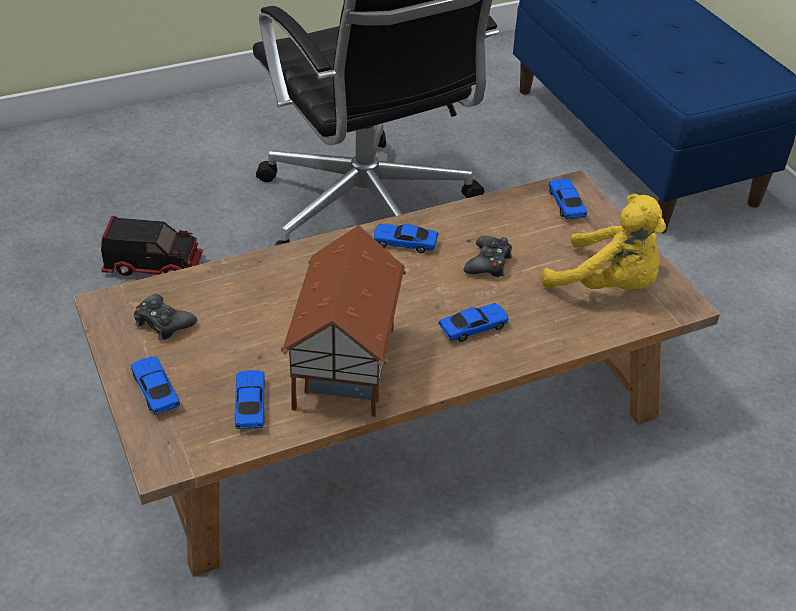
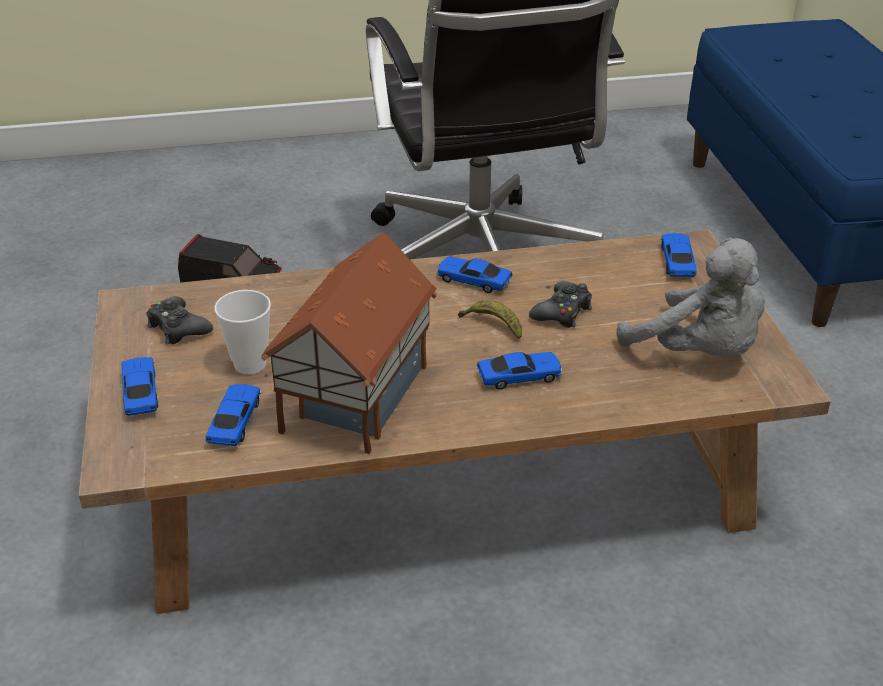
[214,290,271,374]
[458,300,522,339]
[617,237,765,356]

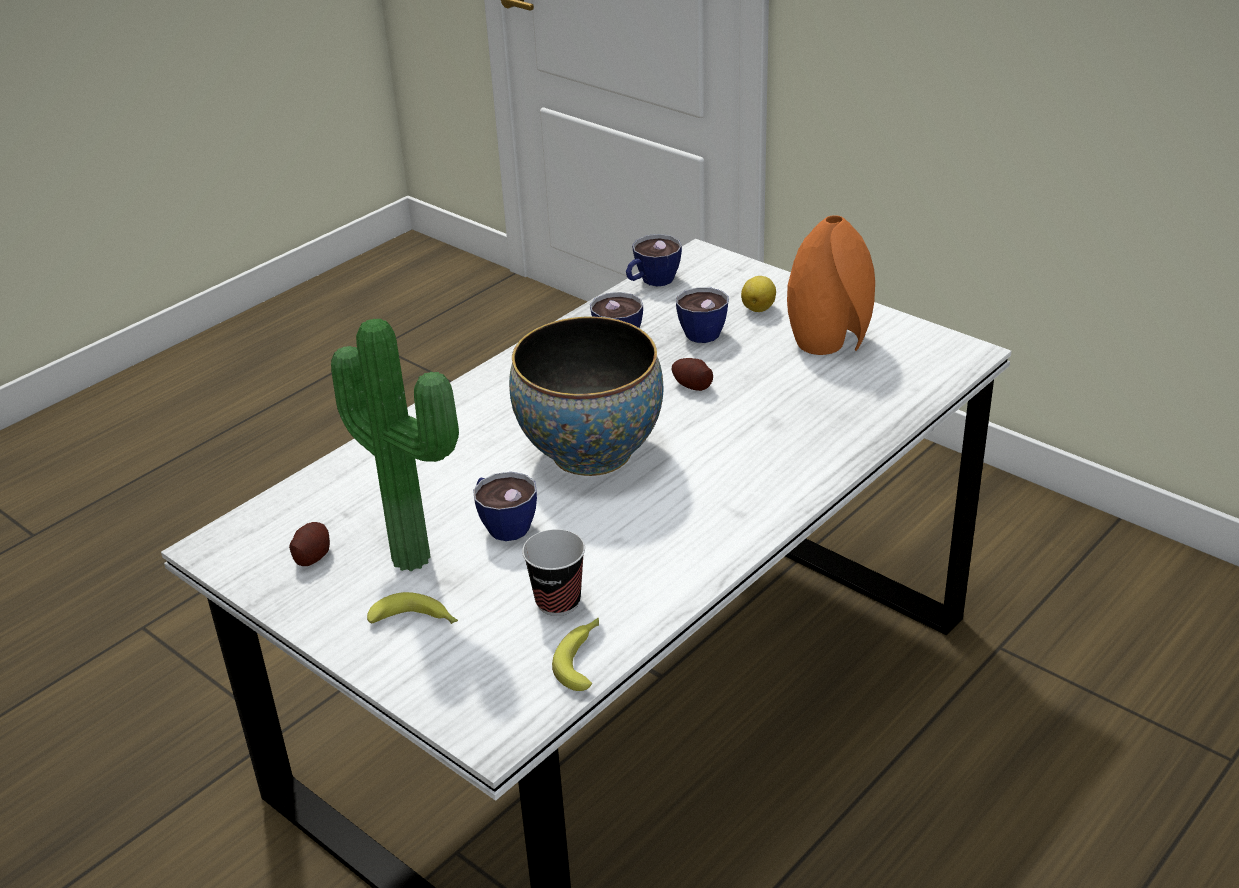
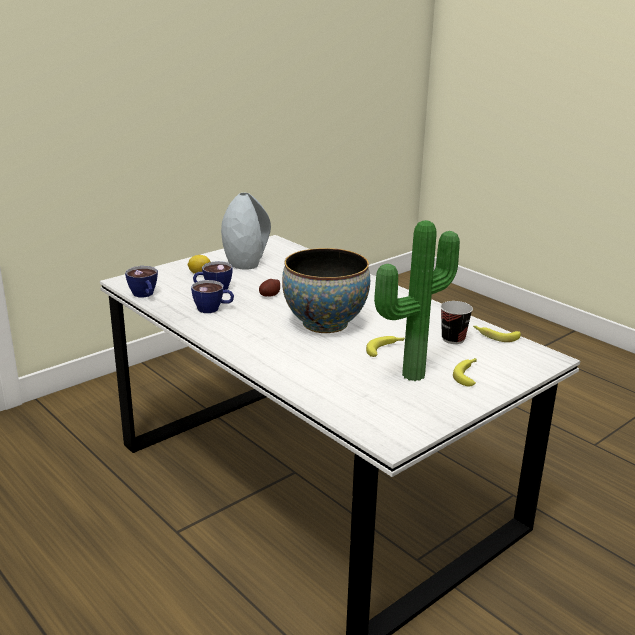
[289,522,330,566] (first image)
[366,336,405,357]
[221,193,271,270]

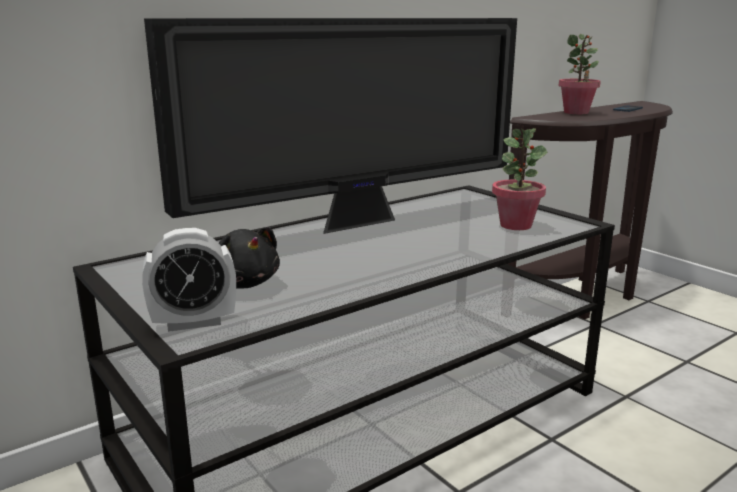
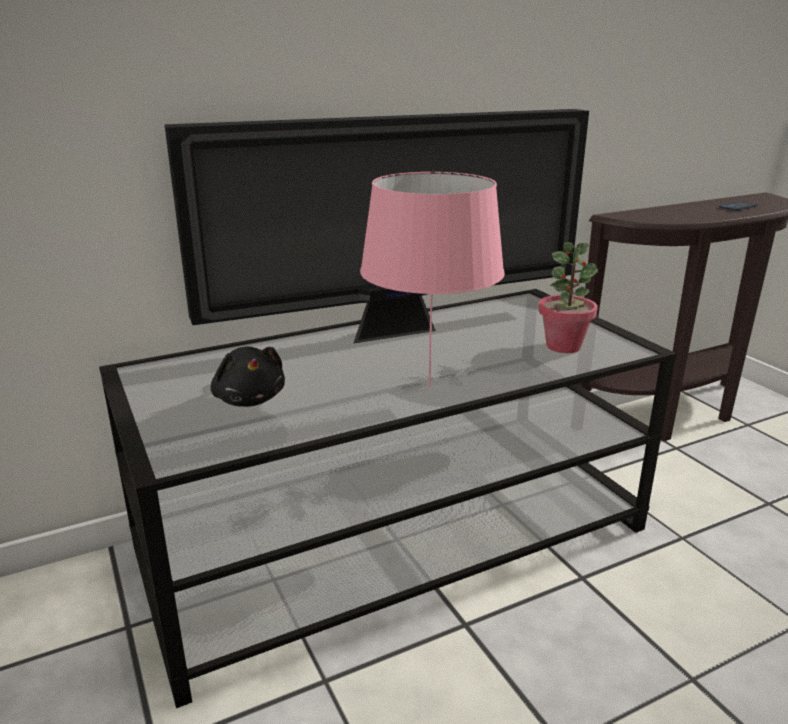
[142,228,236,332] (first image)
[559,34,601,114] (first image)
[360,172,505,388]

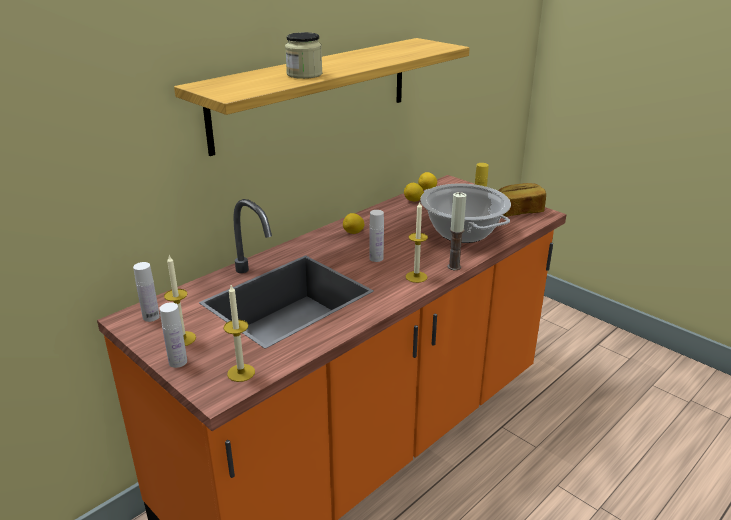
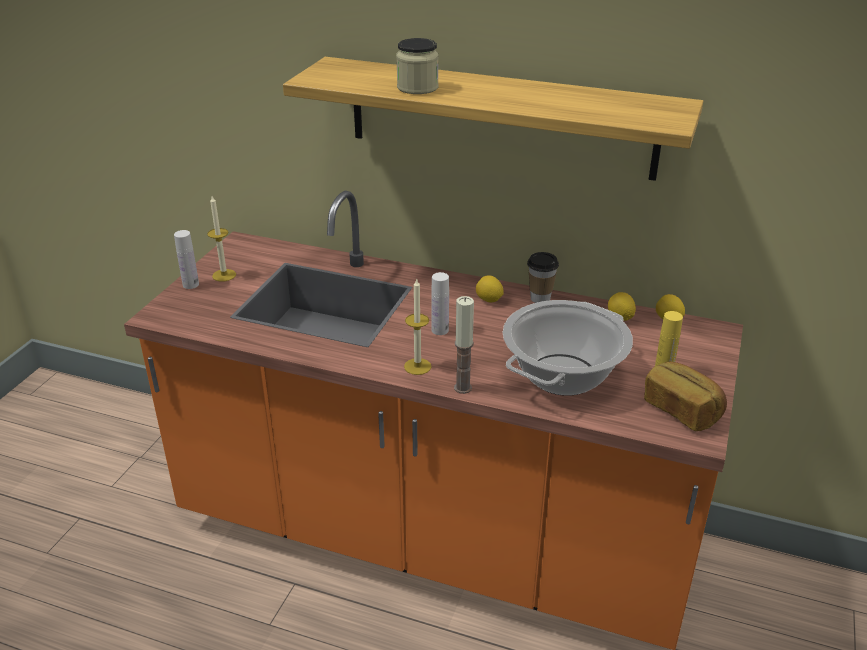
[133,262,160,322] (first image)
[224,285,255,382] (first image)
[527,252,559,303]

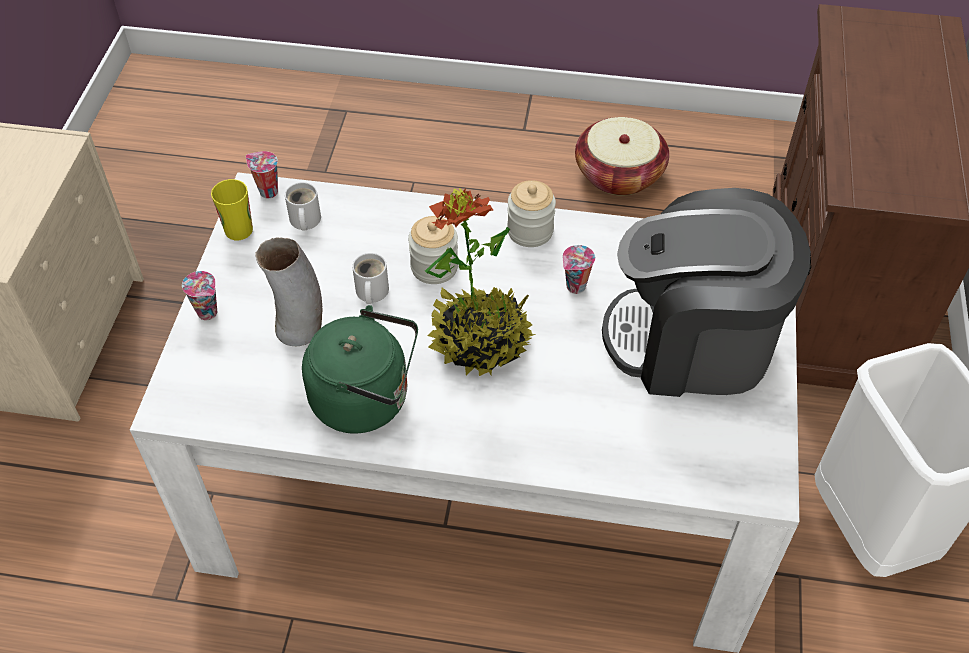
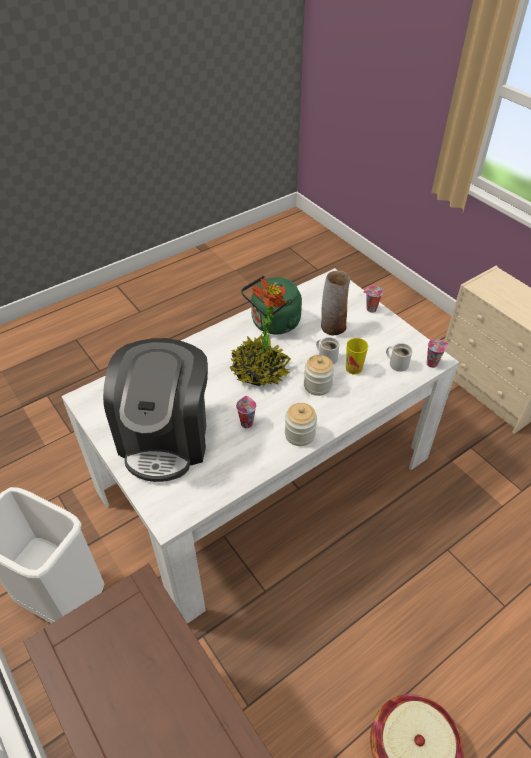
[346,338,368,375]
[103,338,208,482]

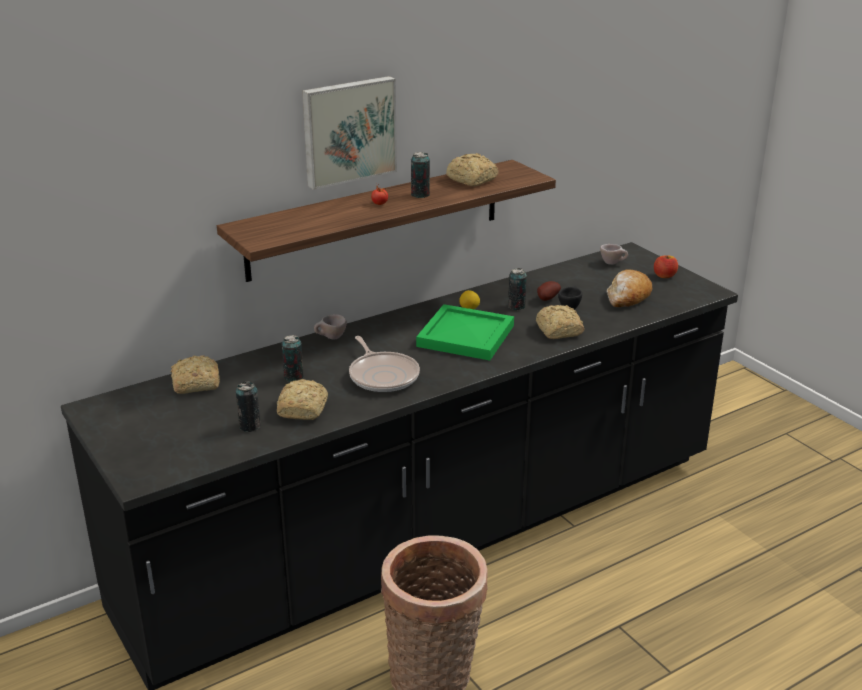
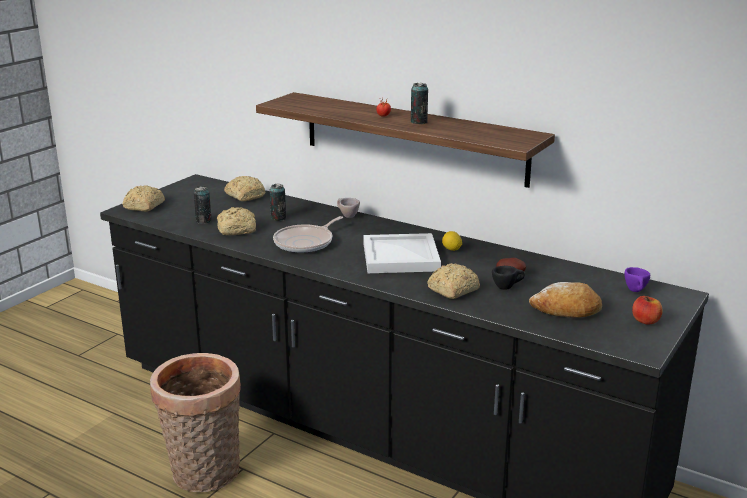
[302,76,397,190] (first image)
[508,268,527,310] (first image)
[123,185,165,212]
[363,233,441,273]
[625,267,650,292]

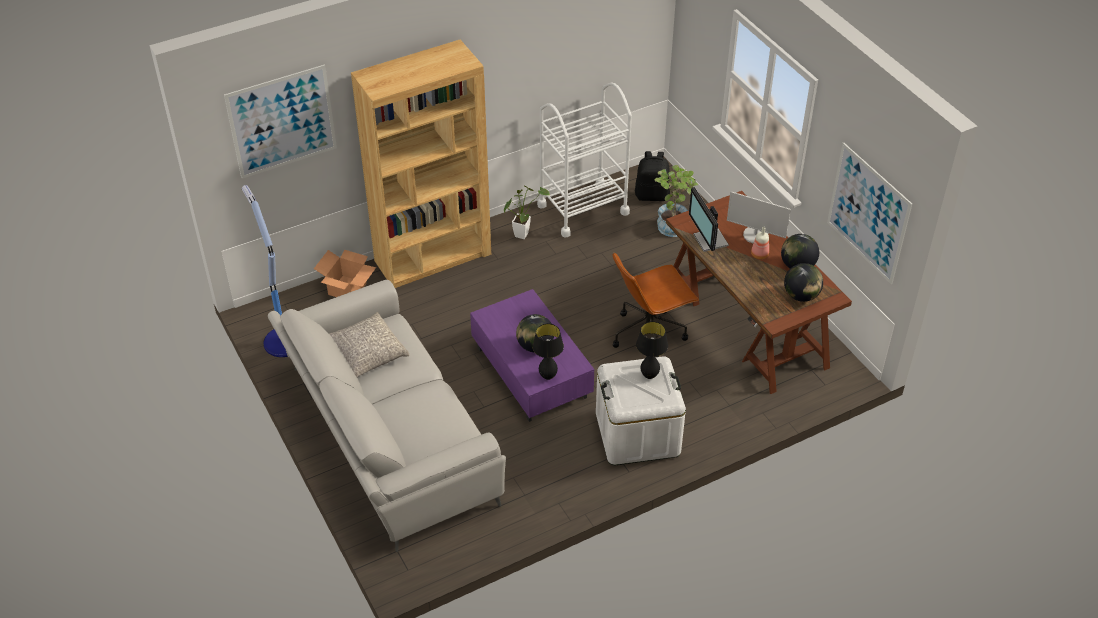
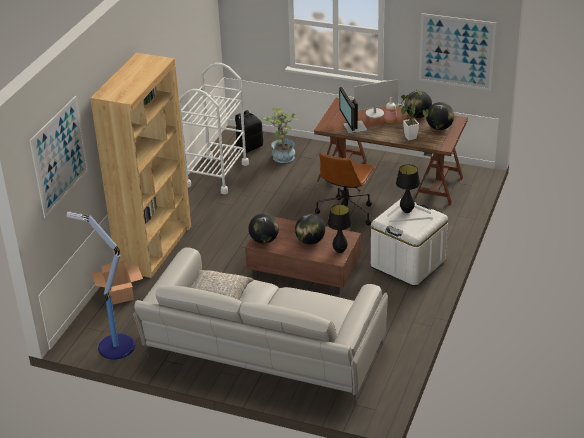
[249,213,279,244]
[398,90,429,140]
[245,217,361,295]
[339,87,368,135]

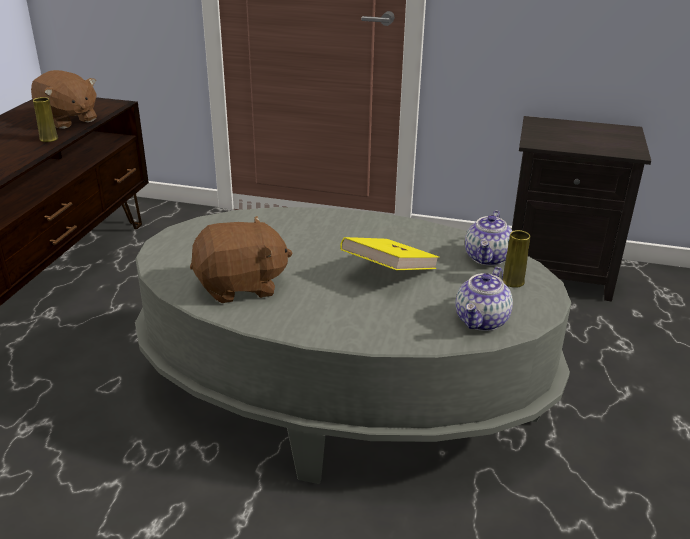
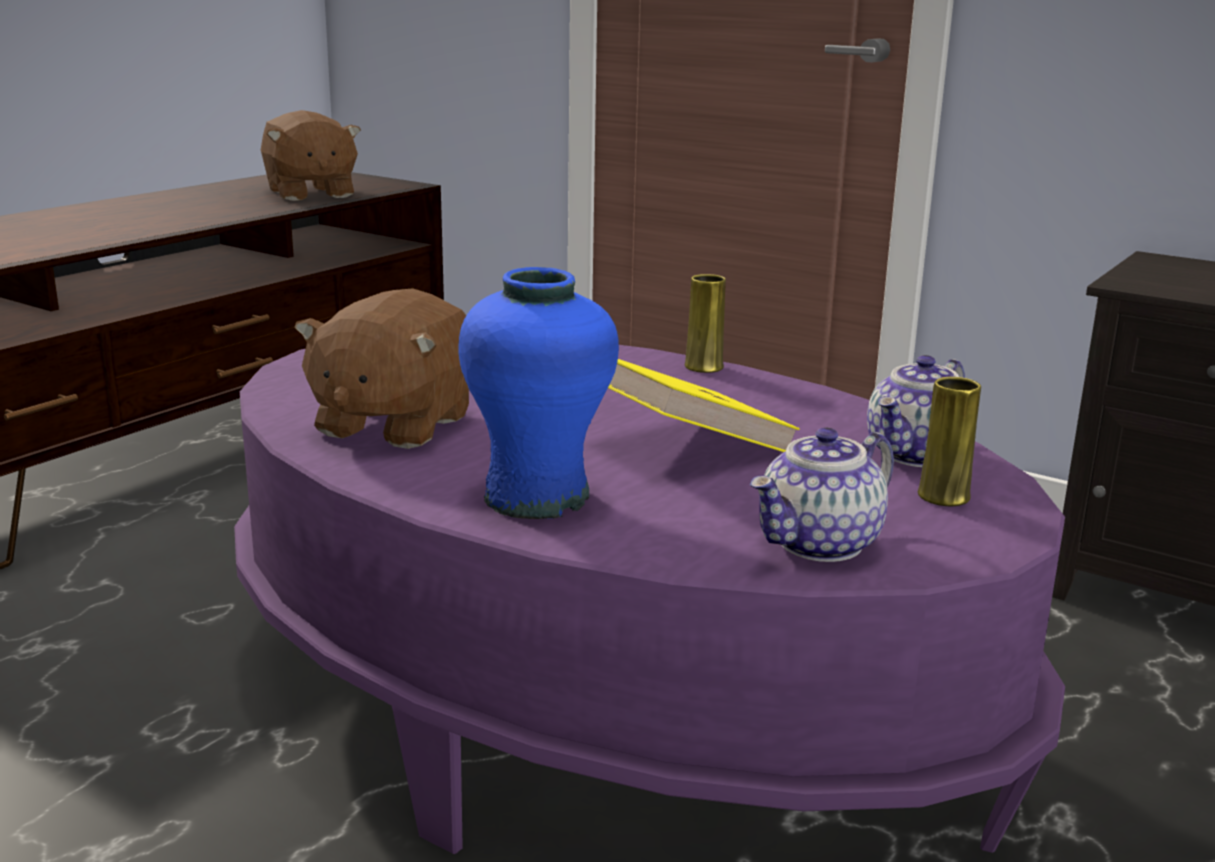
[458,267,619,519]
[685,274,726,373]
[234,345,1065,854]
[294,288,469,449]

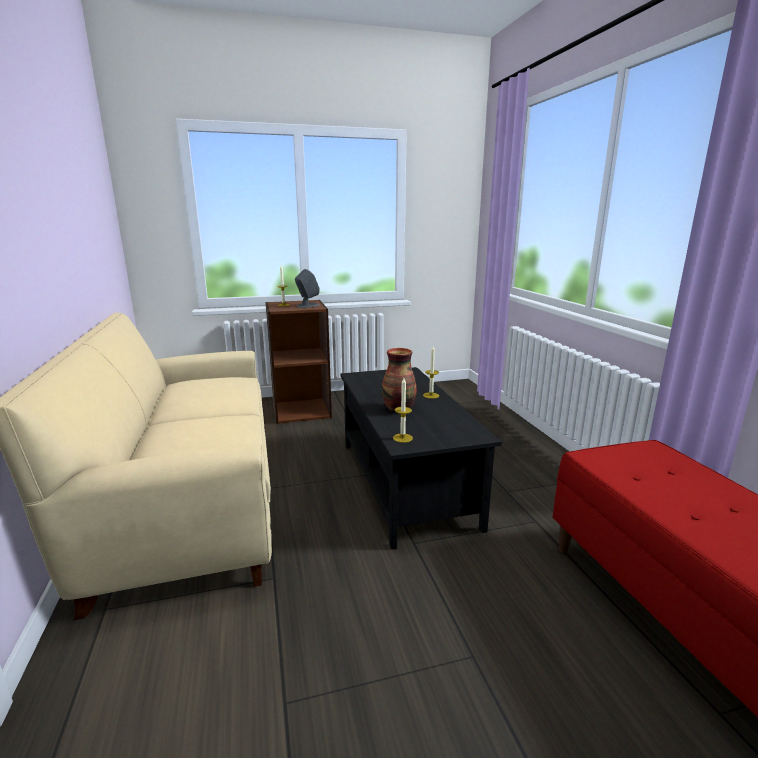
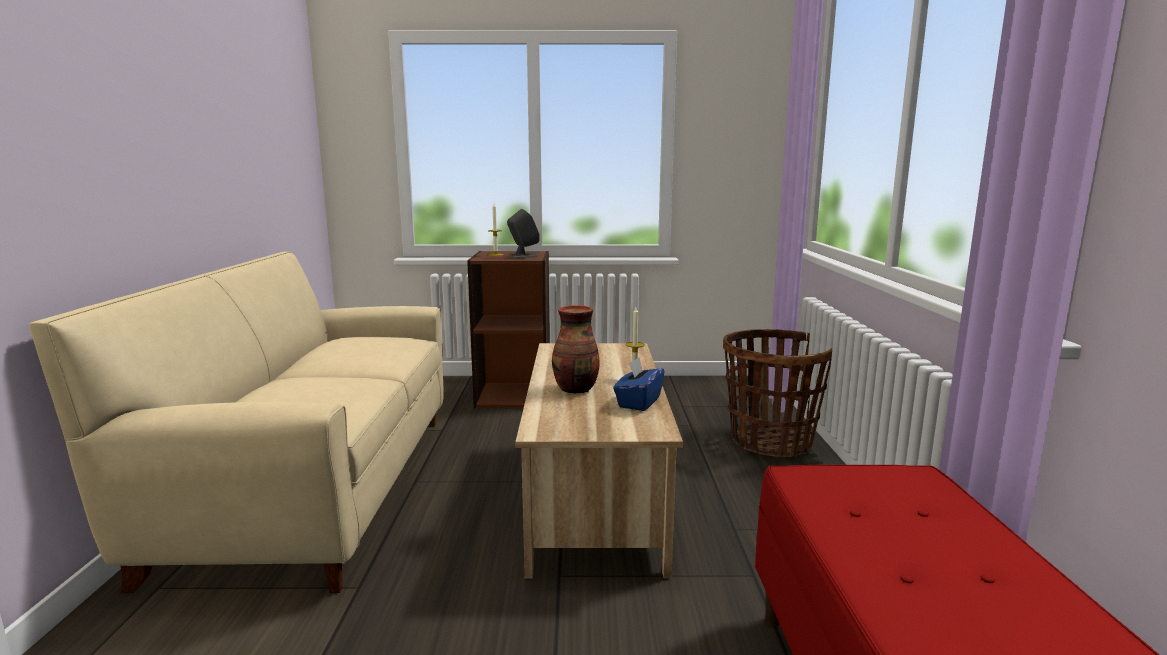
[393,378,413,443] (first image)
[613,357,665,411]
[723,329,832,457]
[515,343,683,579]

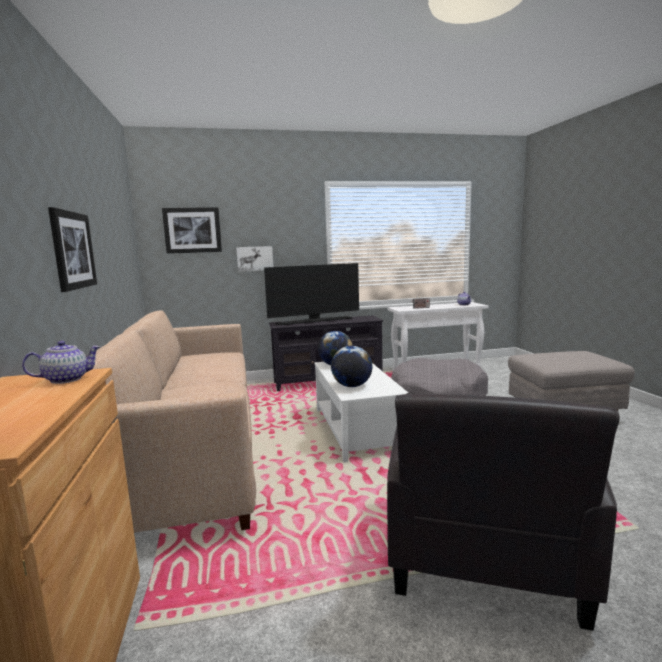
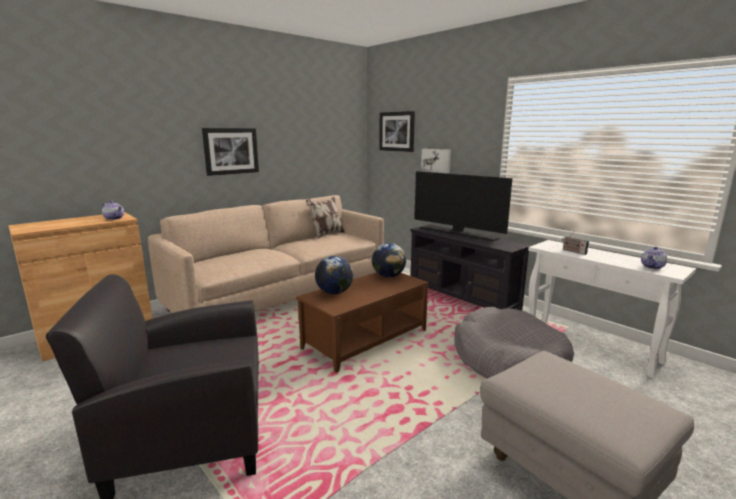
[306,197,344,239]
[296,272,429,373]

